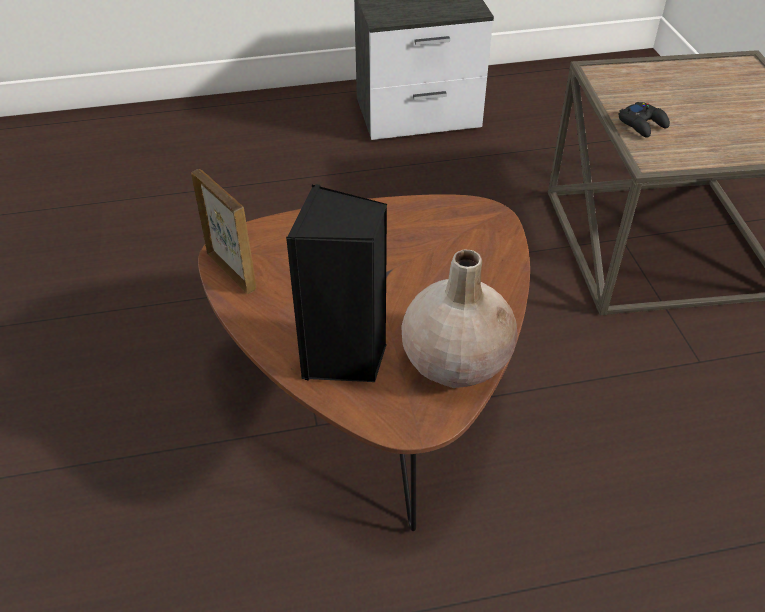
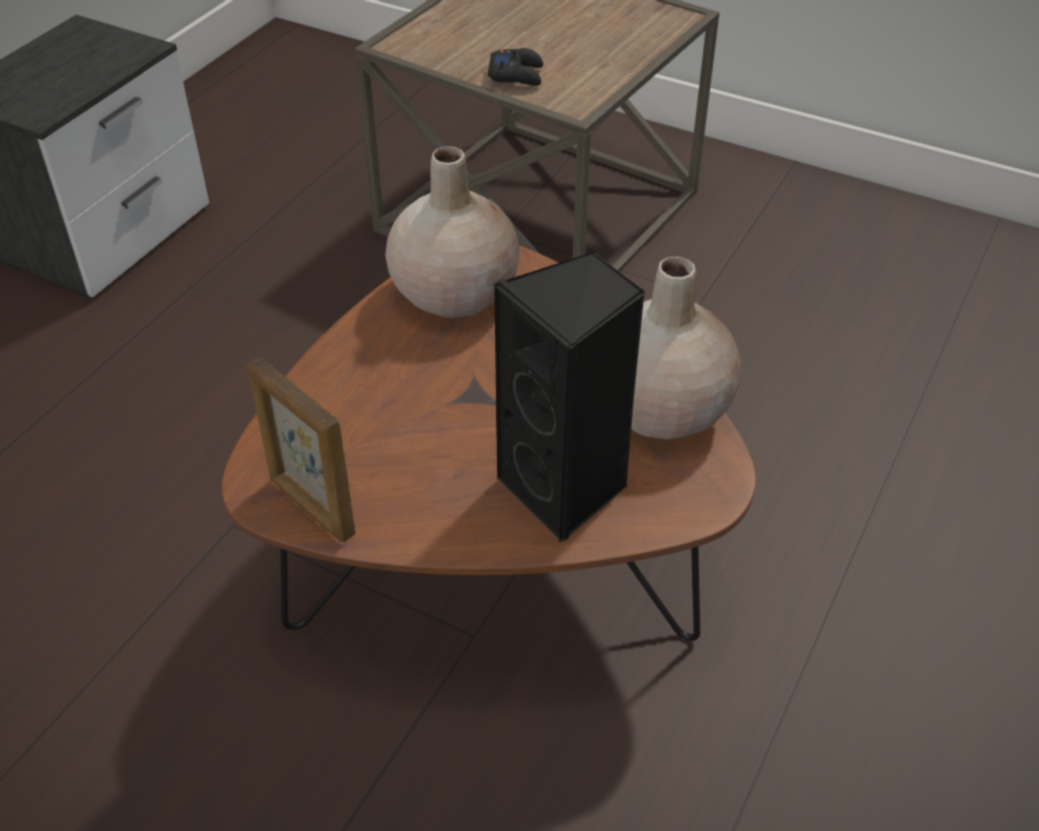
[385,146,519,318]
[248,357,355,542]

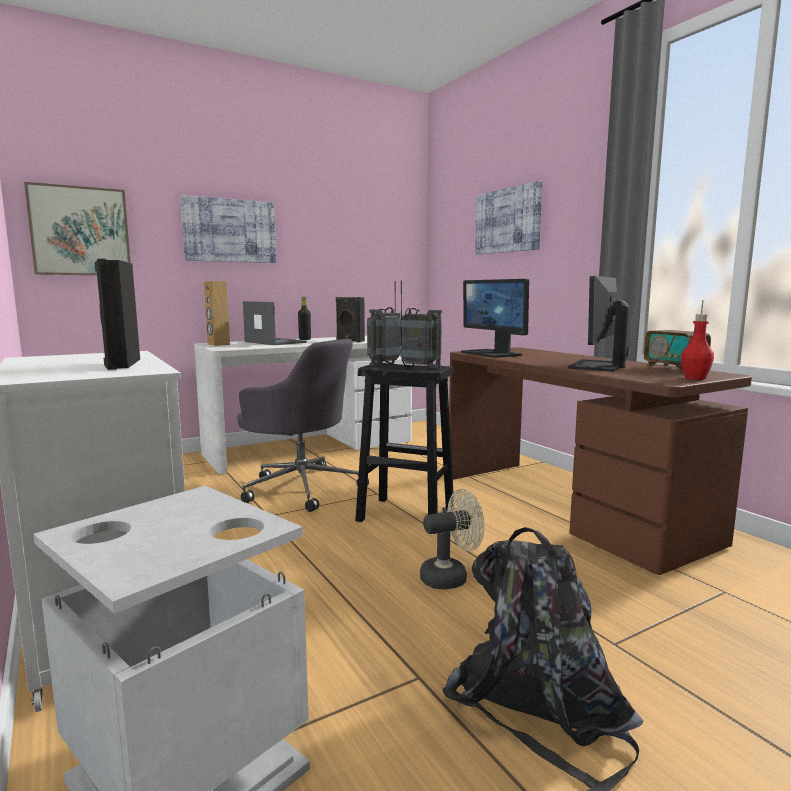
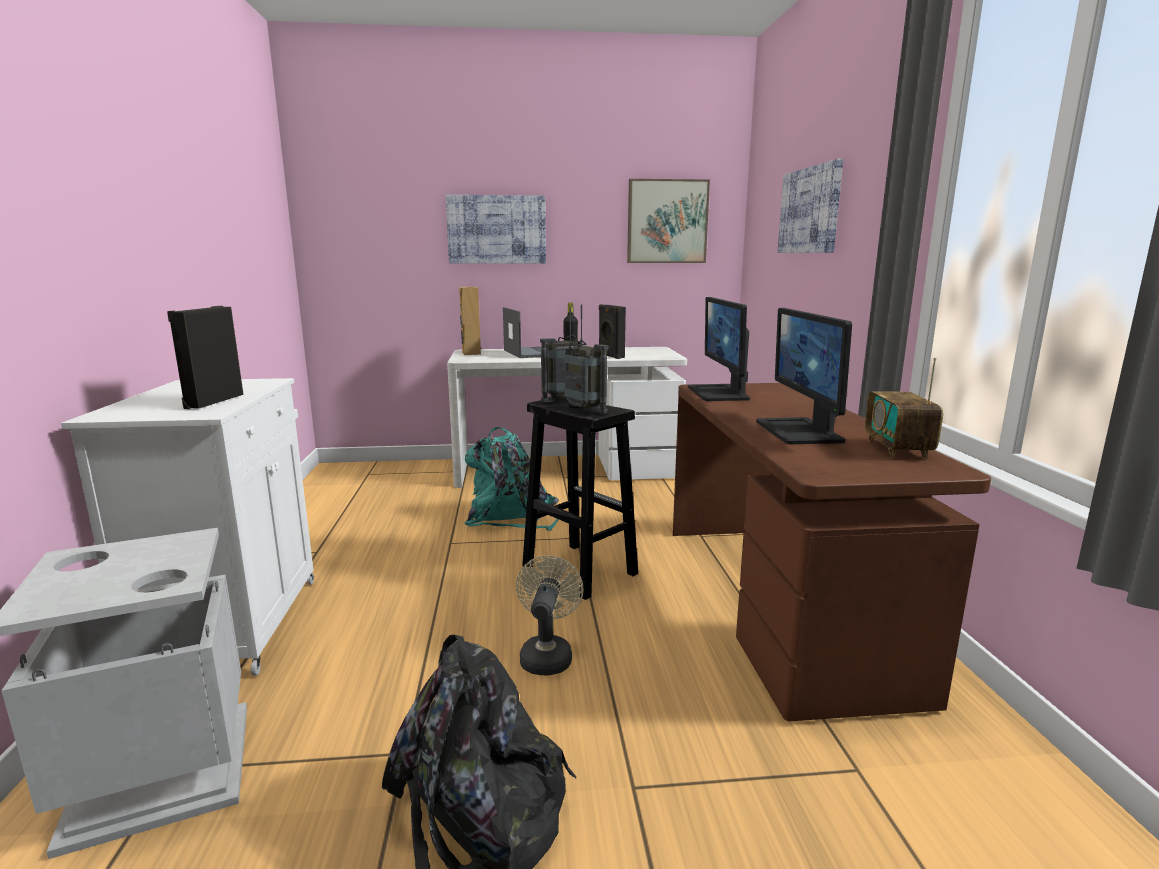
[681,314,714,380] (first image)
[627,179,710,263]
[465,427,559,531]
[516,555,584,675]
[756,308,852,444]

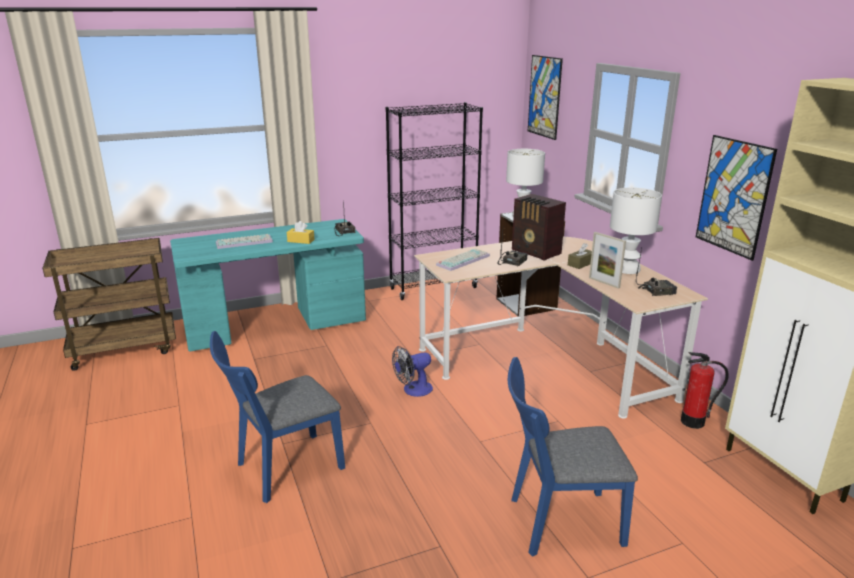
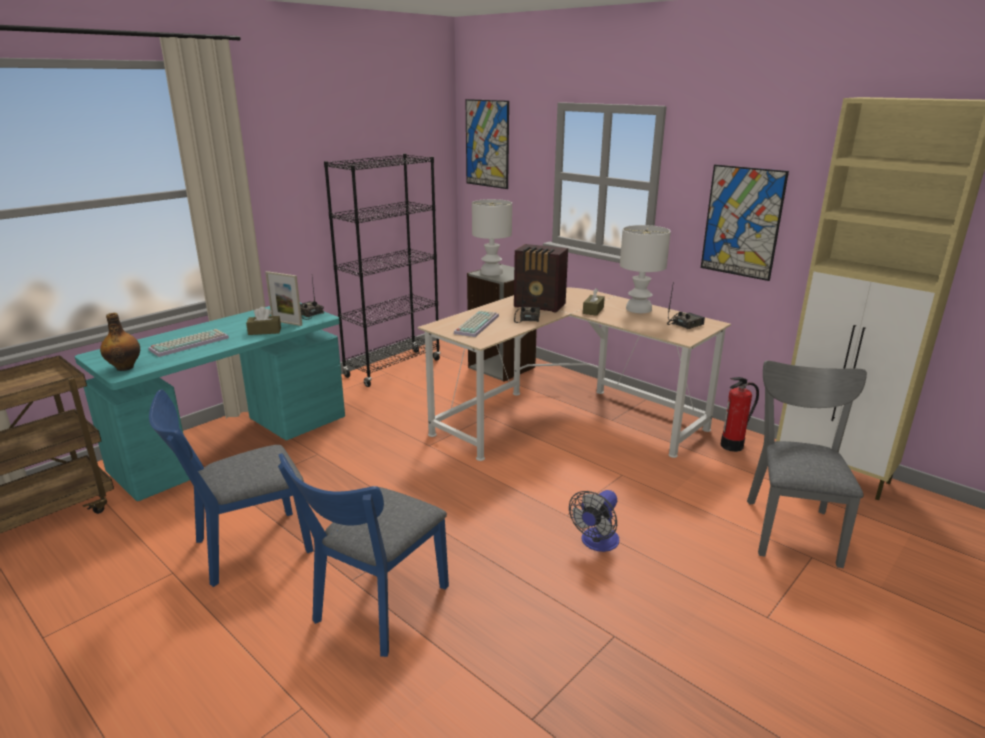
[100,313,140,371]
[747,361,867,568]
[569,490,619,552]
[149,390,313,587]
[265,271,302,326]
[246,307,281,335]

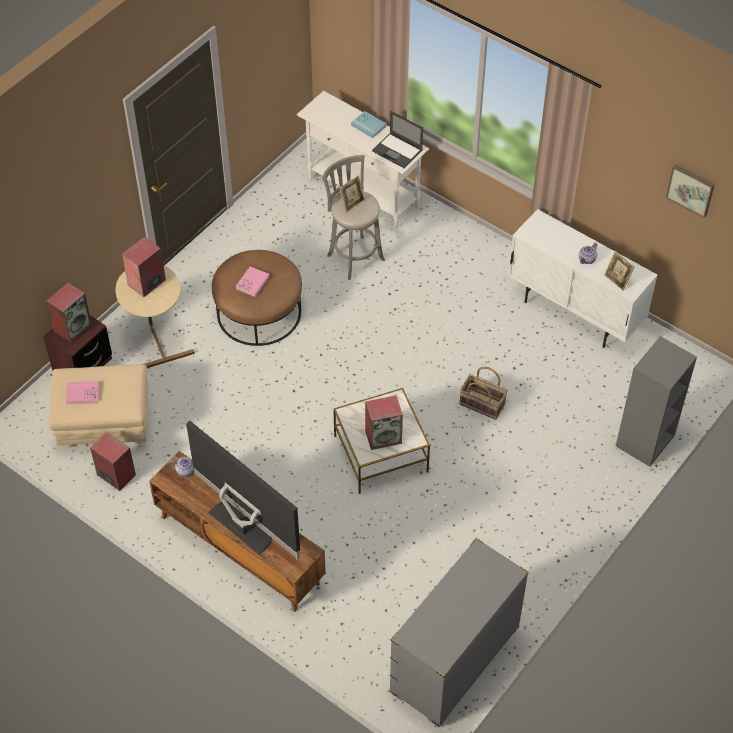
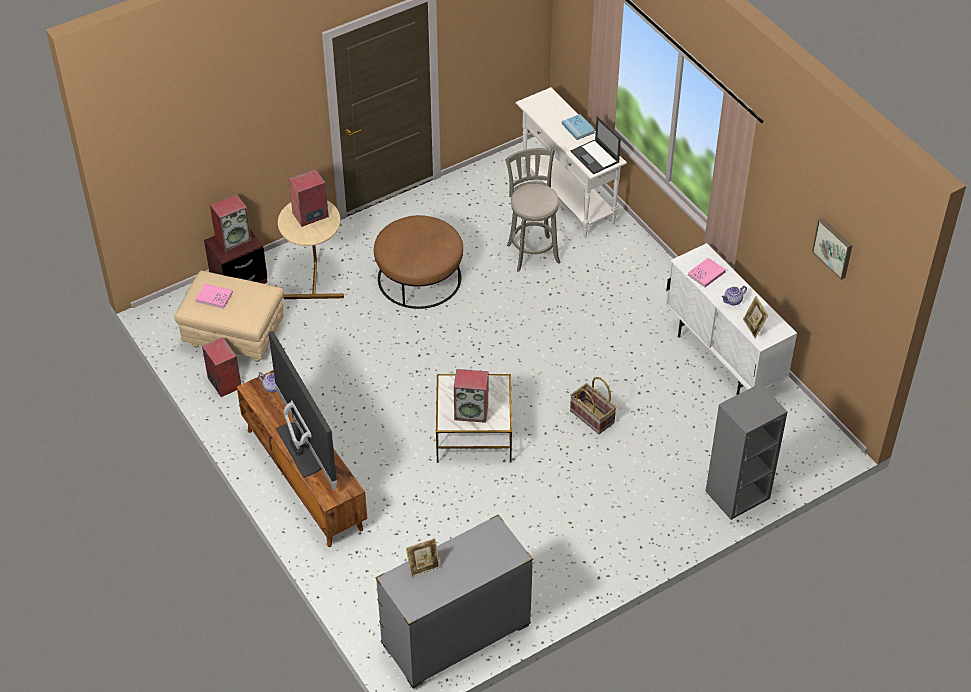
[688,258,726,287]
[406,538,440,577]

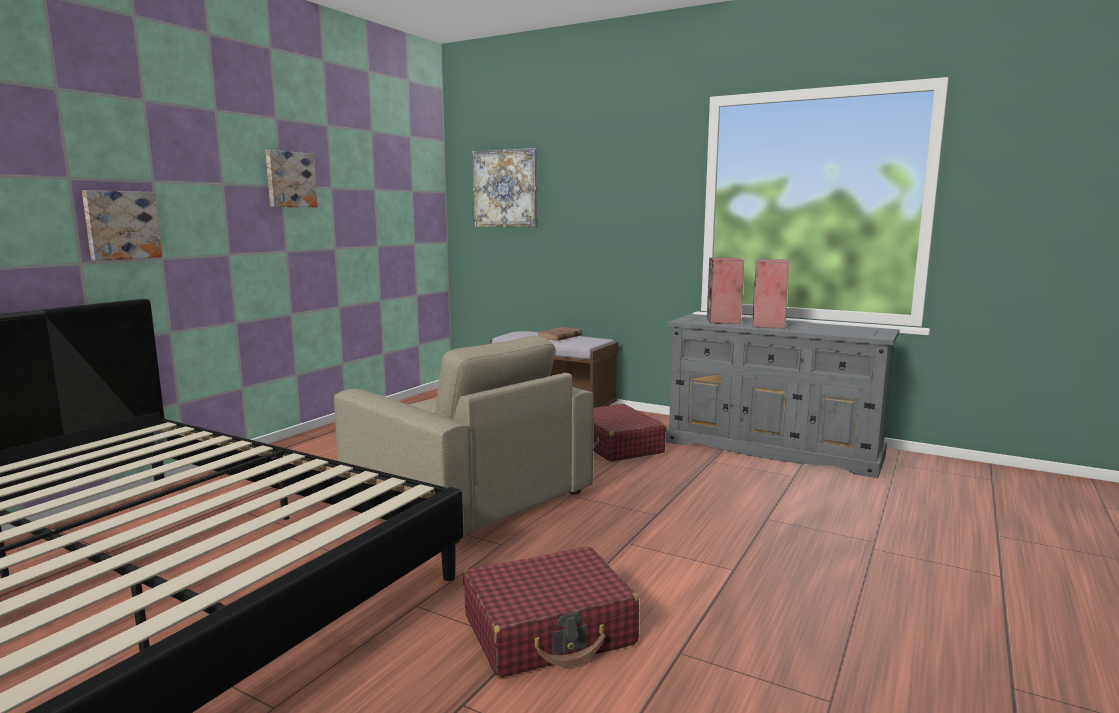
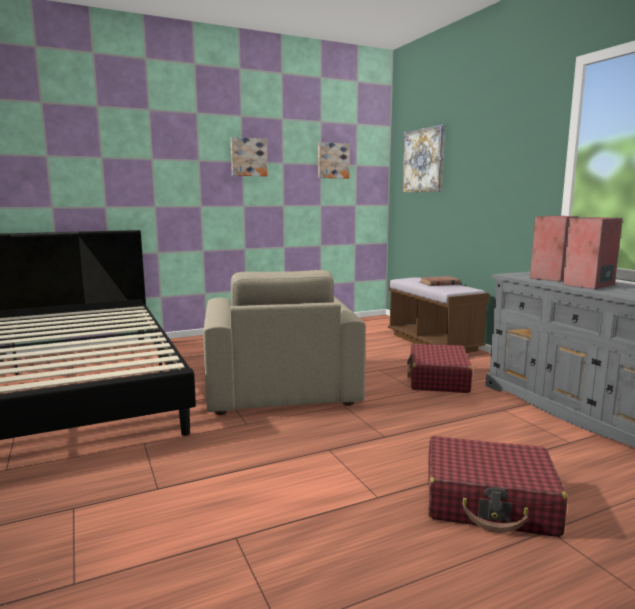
[318,142,350,179]
[428,436,568,537]

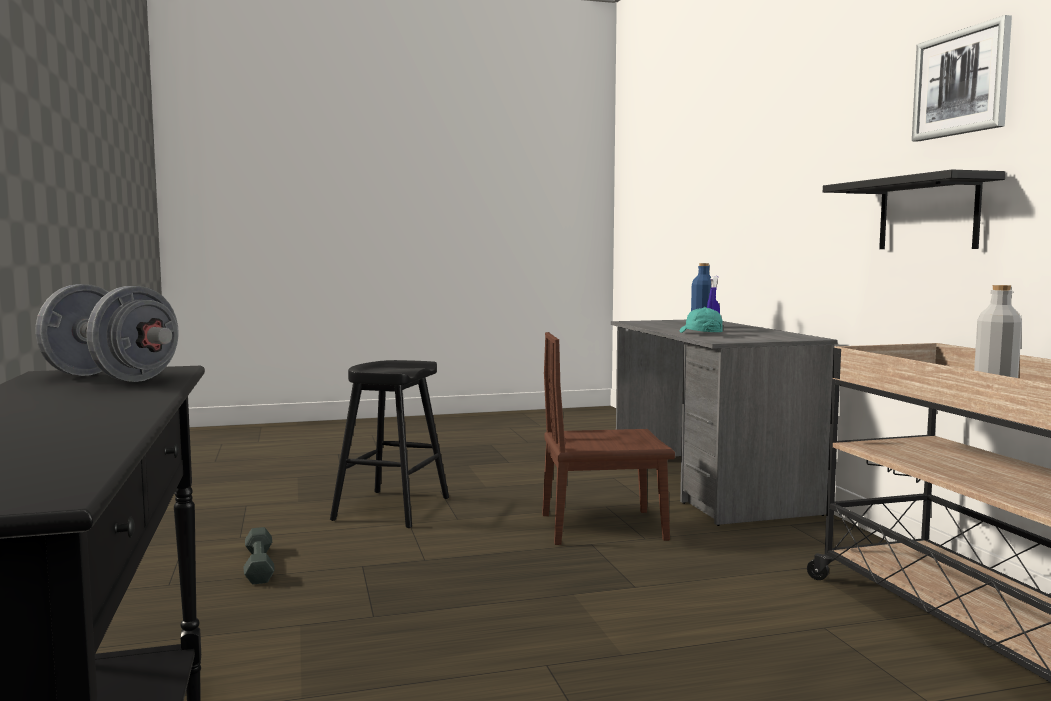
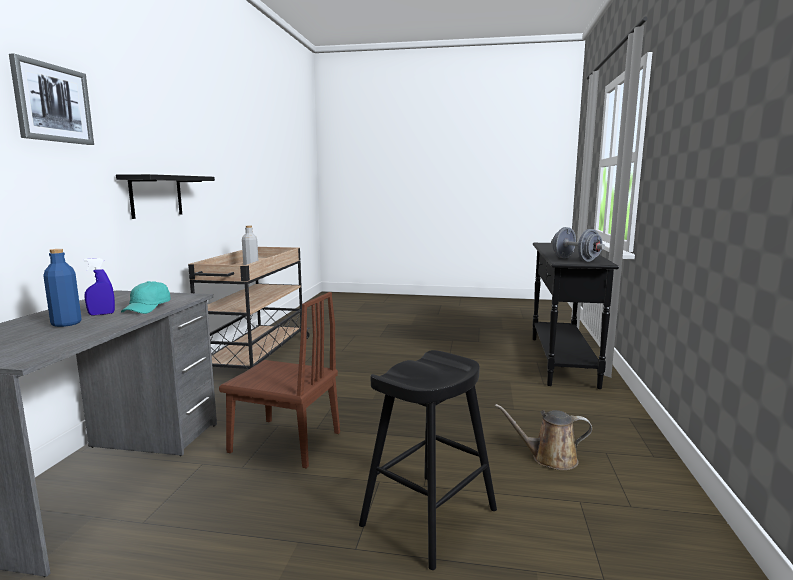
[9,53,94,145]
[495,404,592,470]

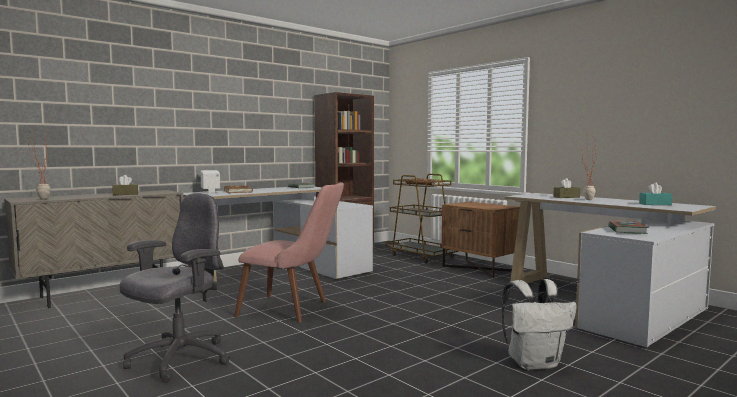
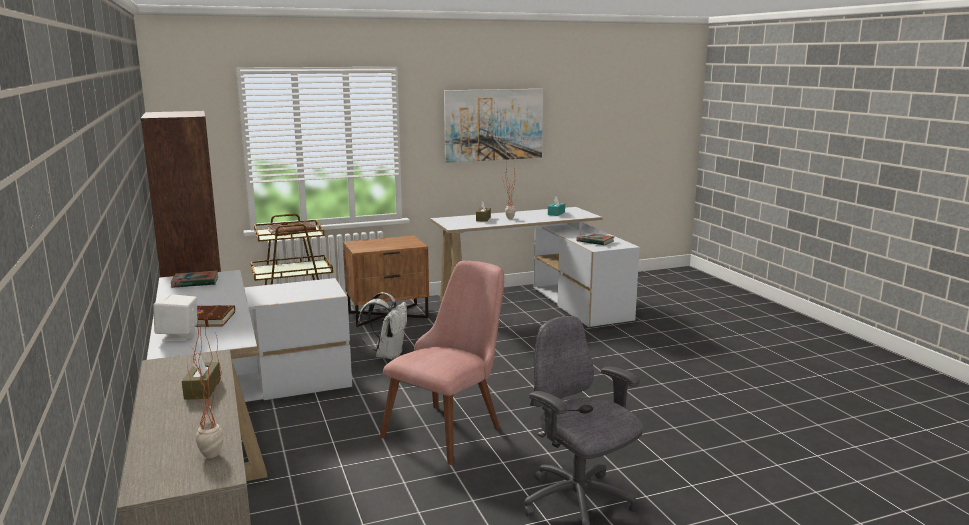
[444,89,543,163]
[358,292,407,360]

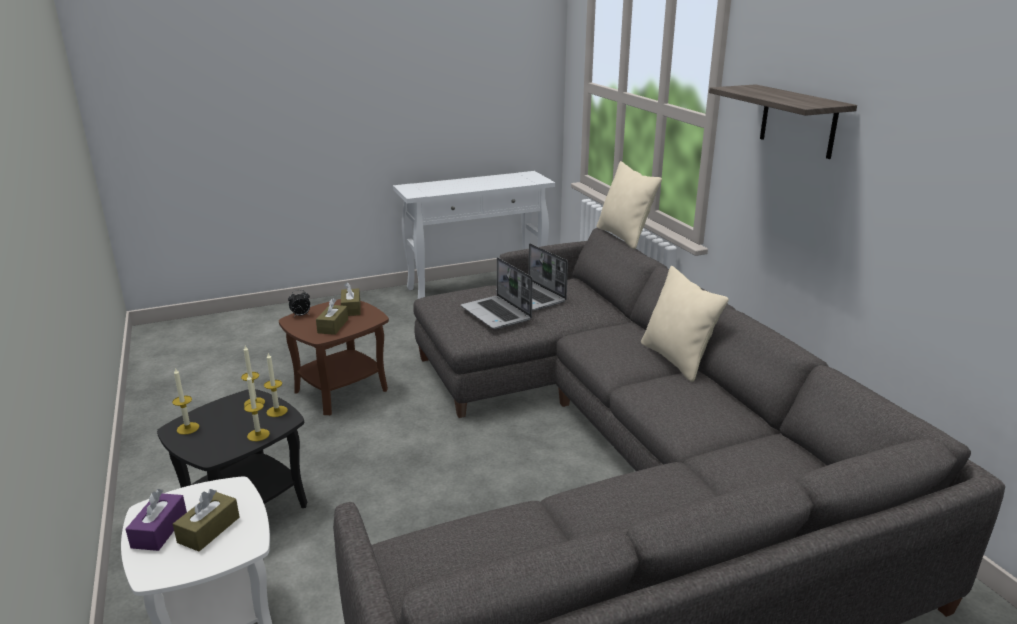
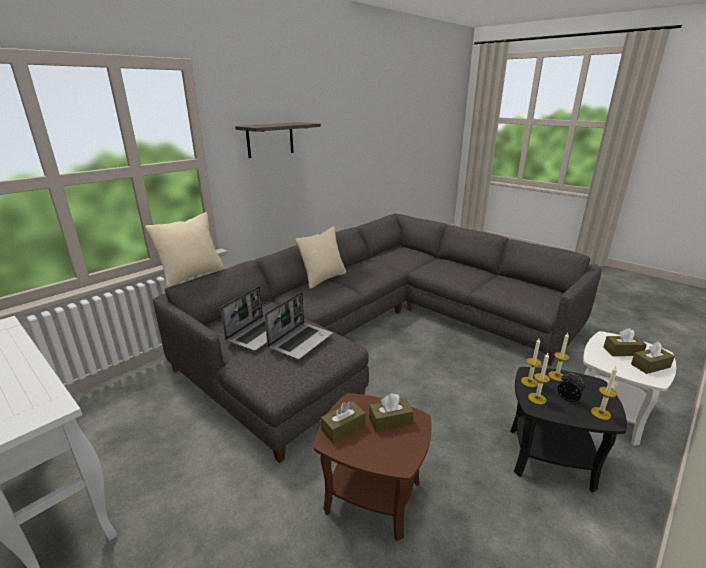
[558,373,586,402]
[631,342,675,374]

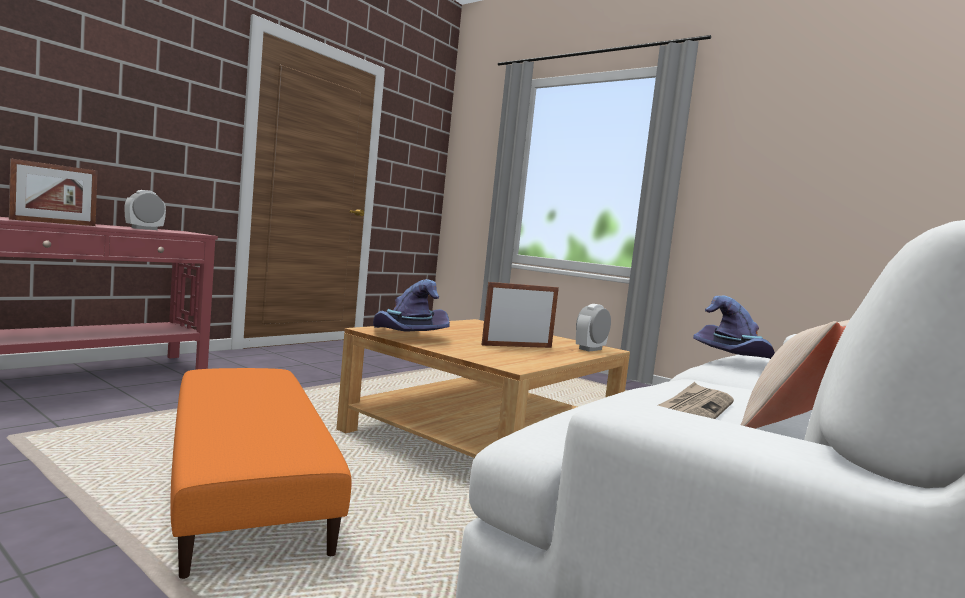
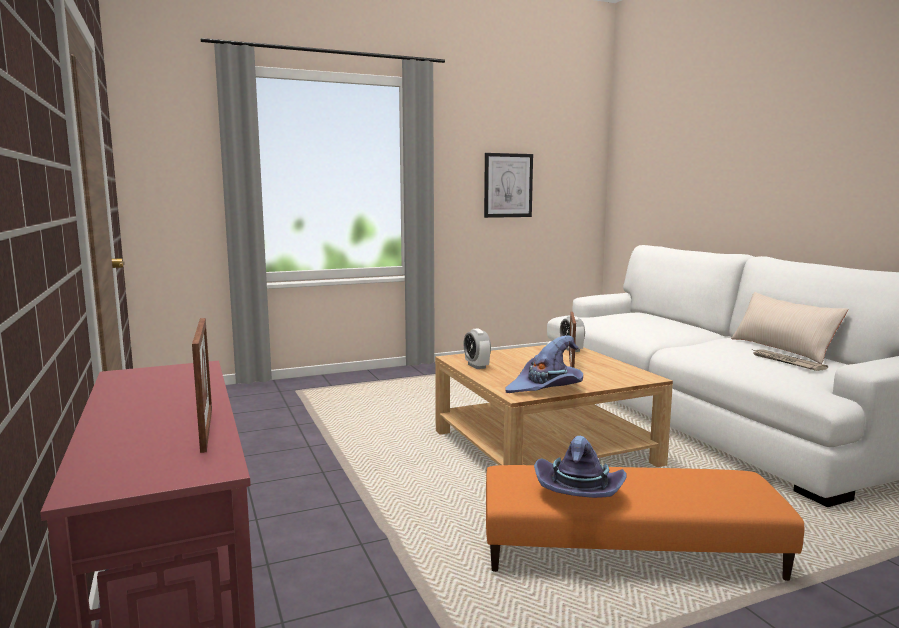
[484,153,533,218]
[464,328,491,369]
[534,436,627,498]

